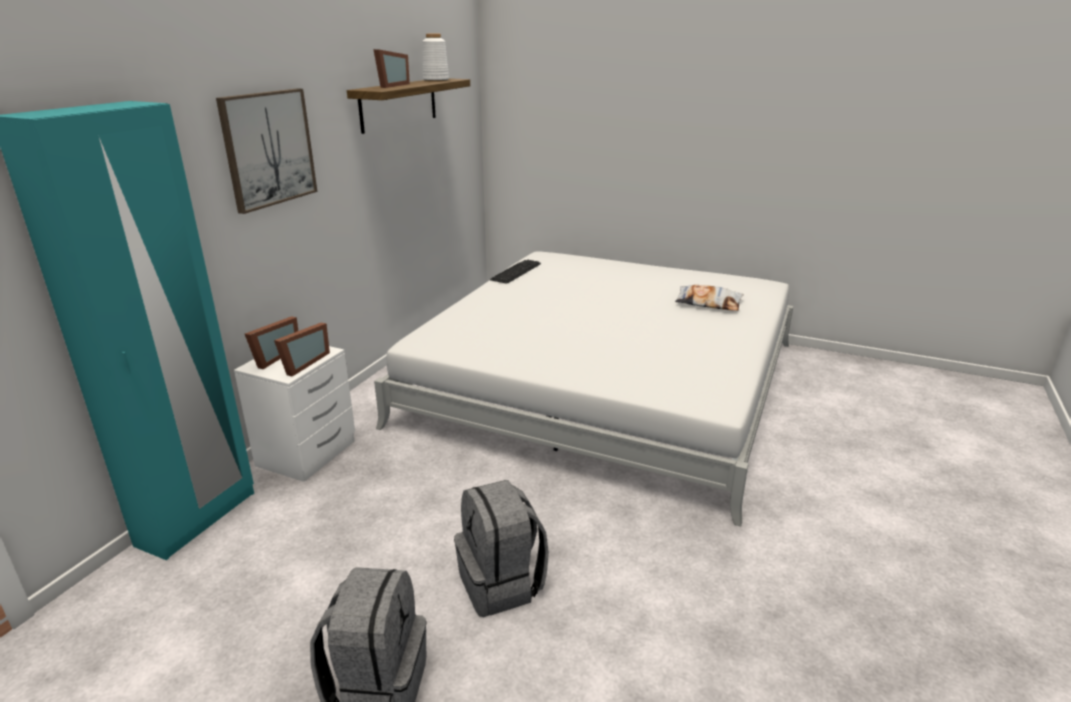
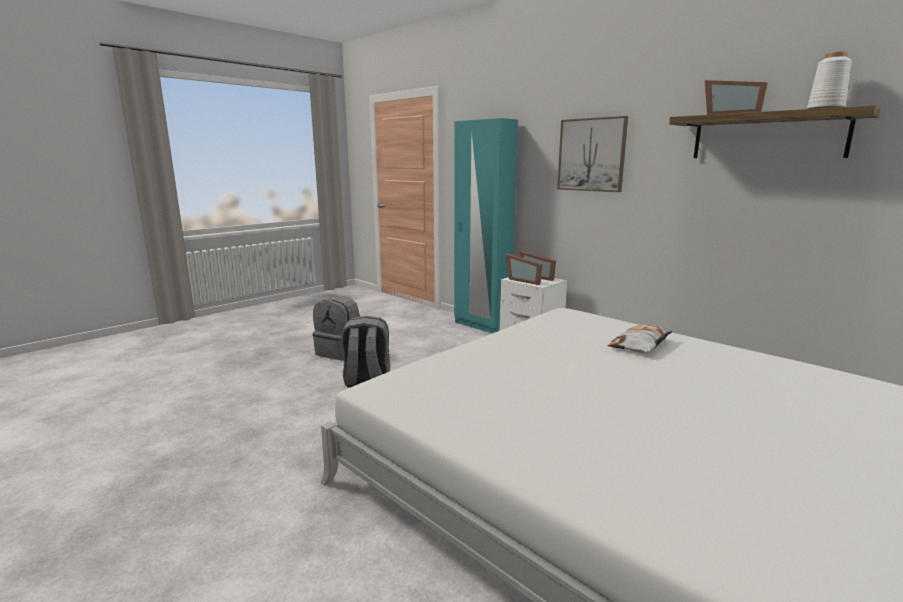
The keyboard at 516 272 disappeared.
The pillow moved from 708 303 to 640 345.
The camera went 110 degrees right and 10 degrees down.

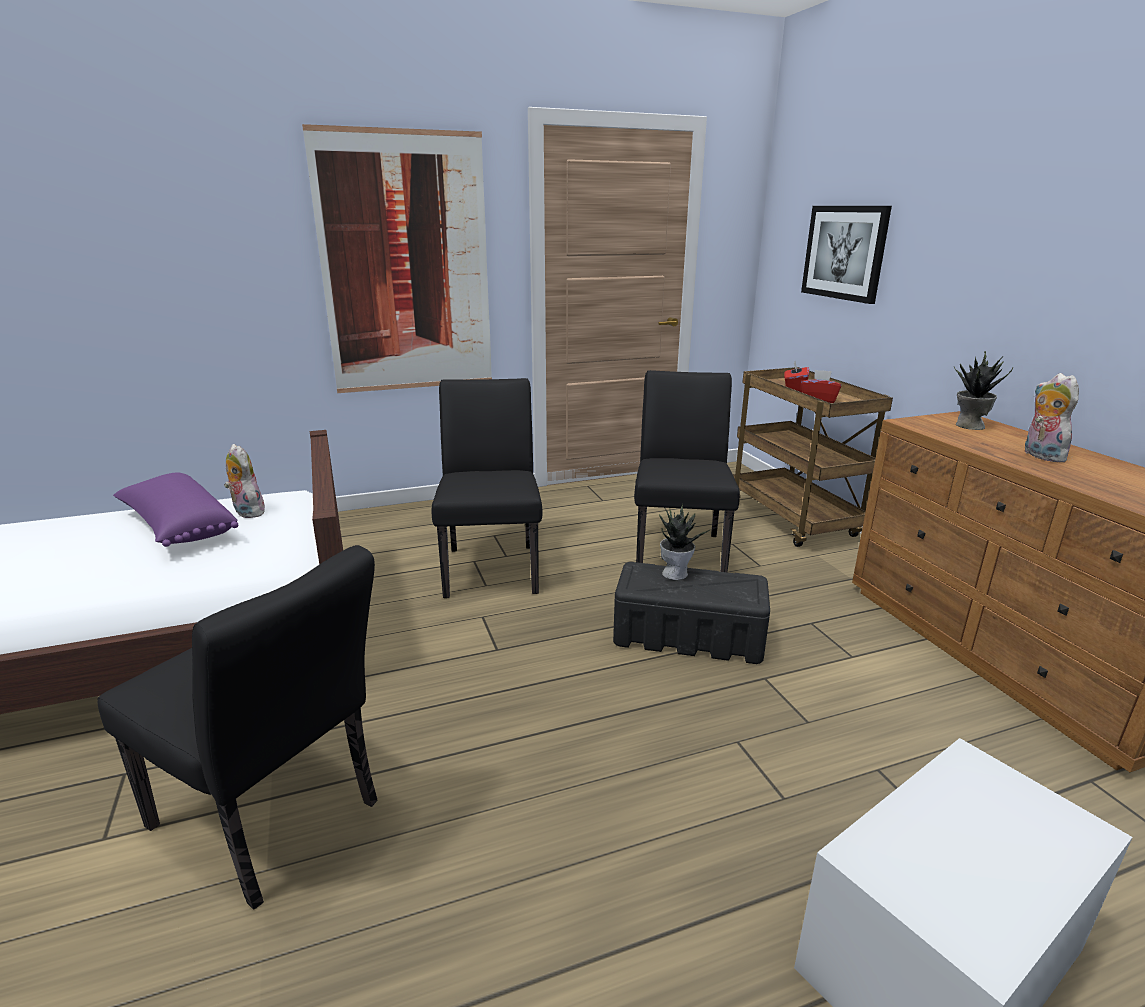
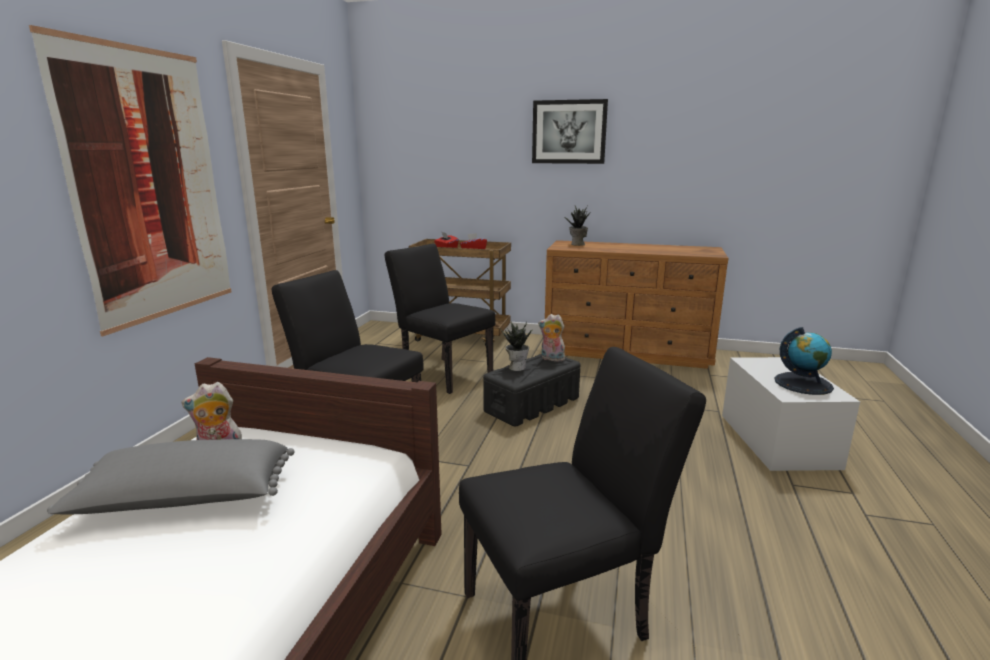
The purple pillow at 178 527 became the grey pillow at 185 501.
The picture moved from 844 252 to 569 132.
The plush toy moved from 1039 455 to 551 359.
The globe at 803 383 appeared.
The camera went 55 degrees left and 5 degrees down.

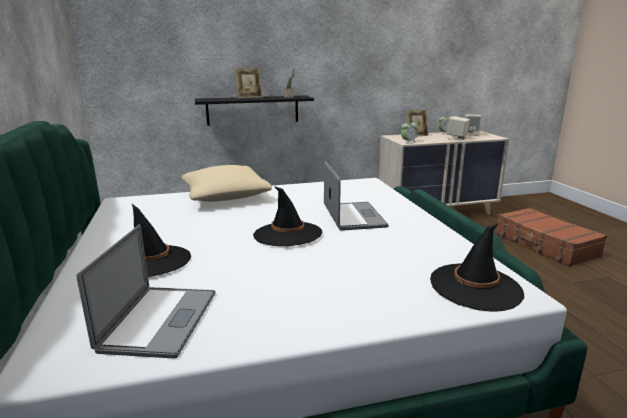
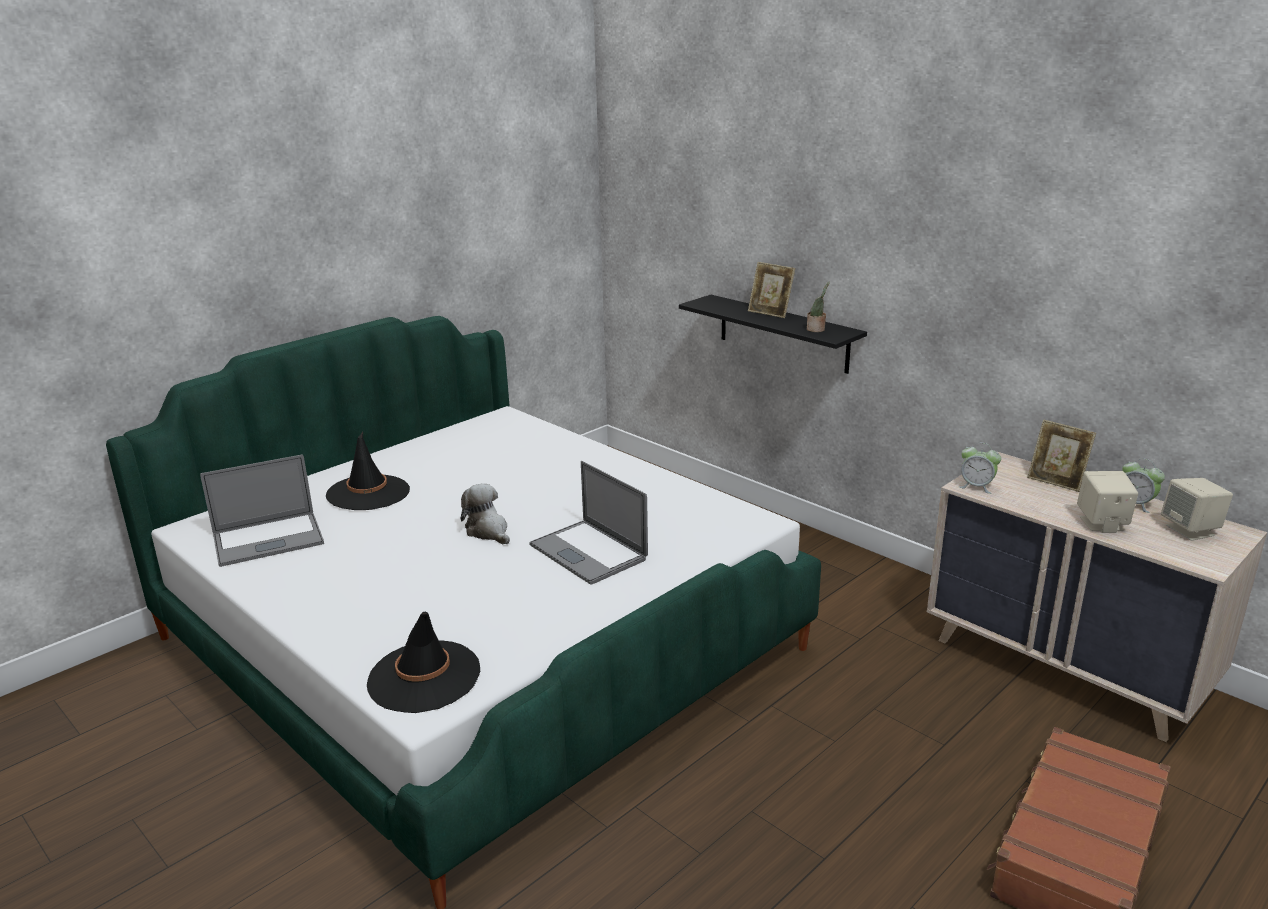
The beige pillow at 225 196 disappeared.
The black hat at 287 234 was replaced by the plush toy at 488 531.
The laptop at 353 216 turned 90 degrees clockwise.
The camera went 60 degrees right and 5 degrees up.

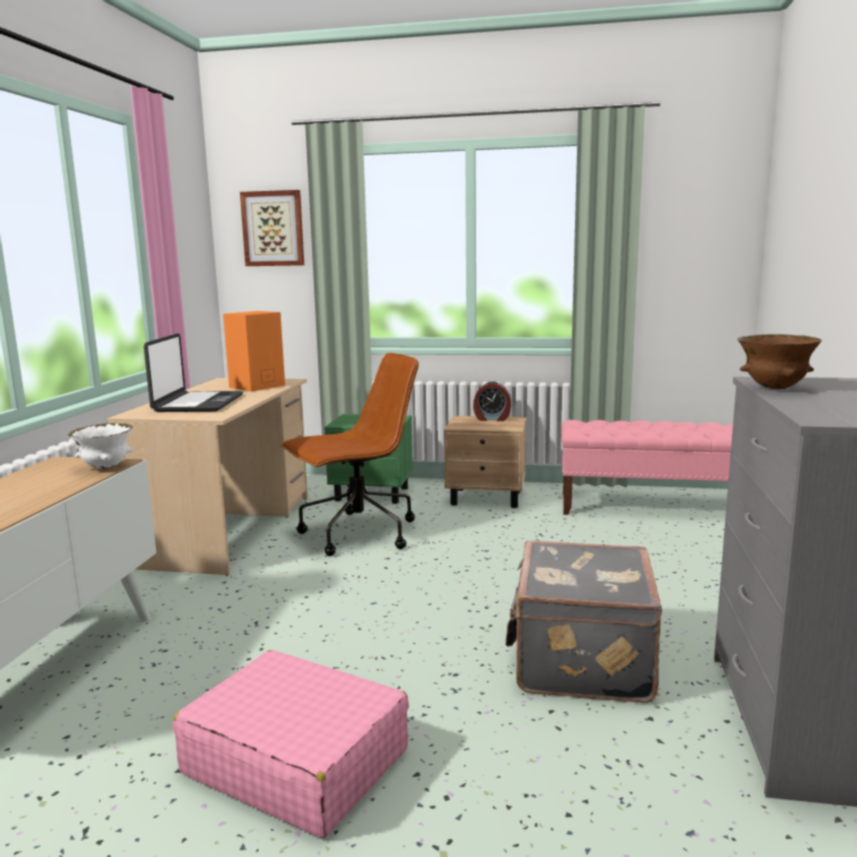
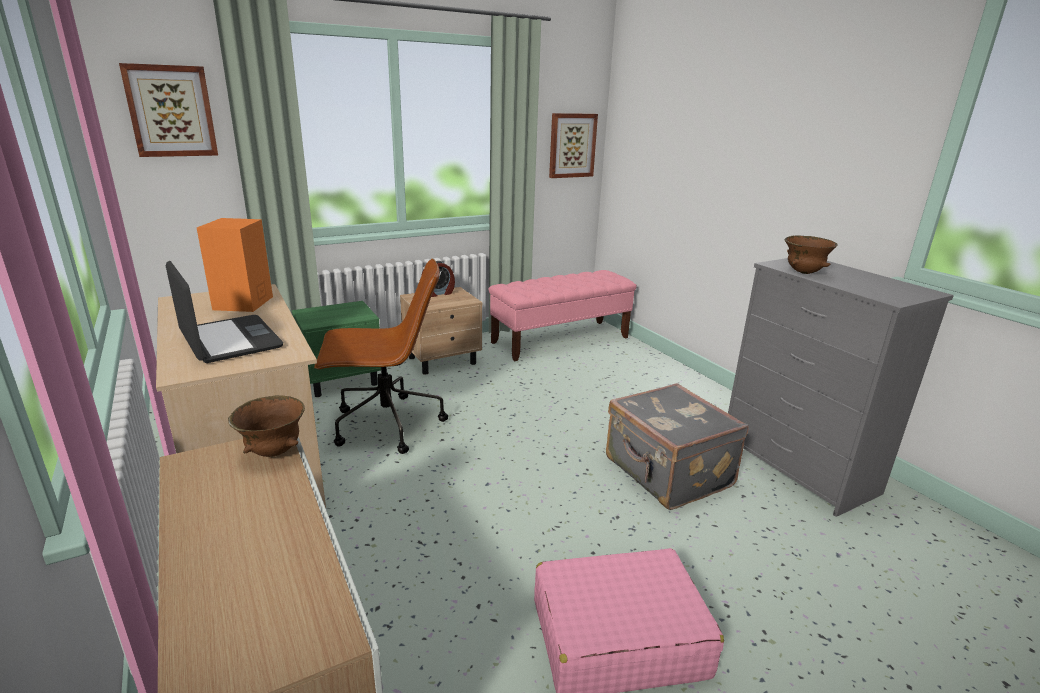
The white bowl at 106 467 became the brown bowl at 273 452.
The brown office chair at 357 534 turned 60 degrees clockwise.
The picture at 572 145 appeared.
The camera went 40 degrees left and 10 degrees up.

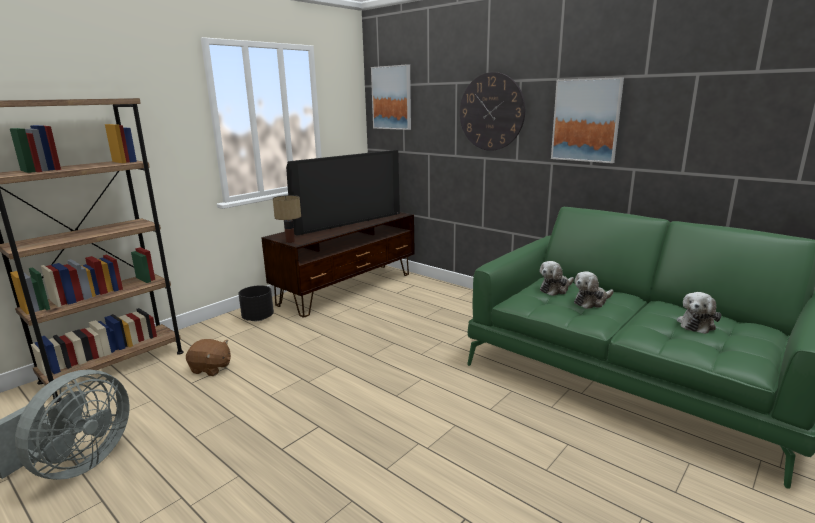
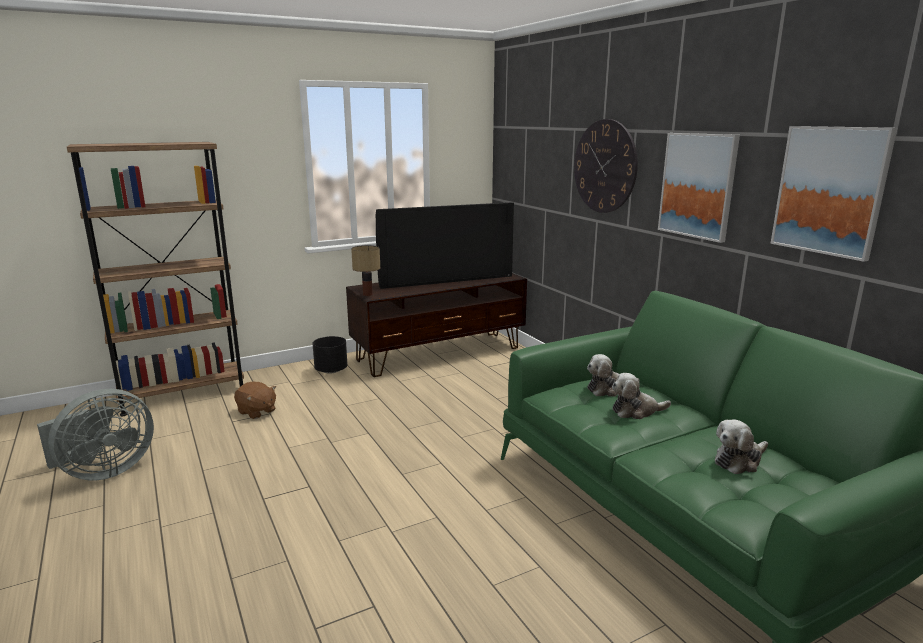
The picture moved from 392 98 to 830 190.
The camera went 20 degrees right and 0 degrees up.

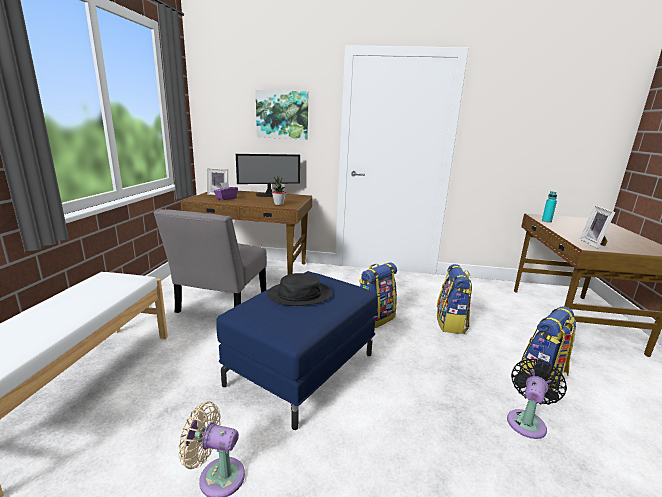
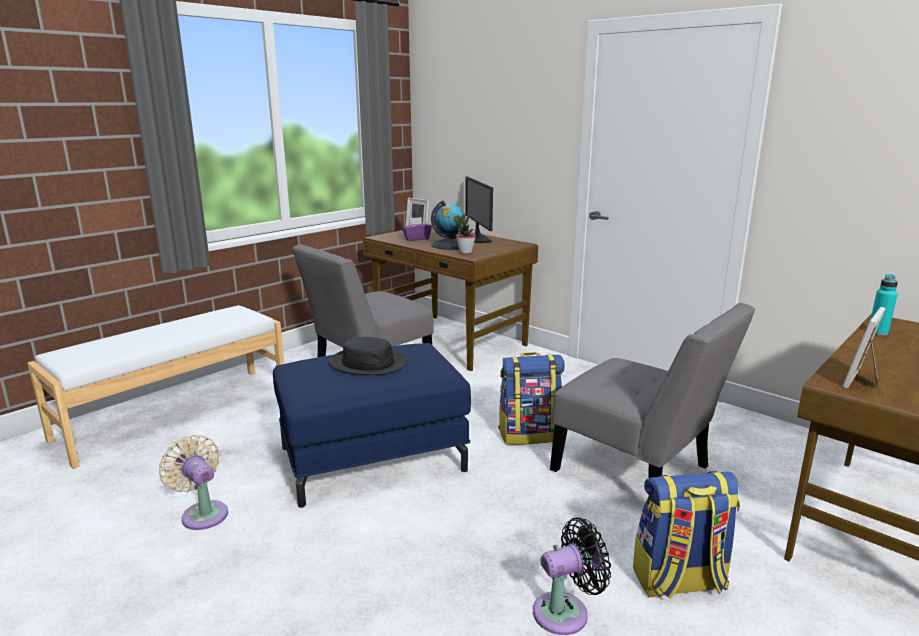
The monitor at 269 195 turned 60 degrees clockwise.
The picture at 282 115 disappeared.
The backpack at 451 323 was replaced by the grey chair at 638 472.
The globe at 451 245 appeared.
The camera went 35 degrees right and 0 degrees up.

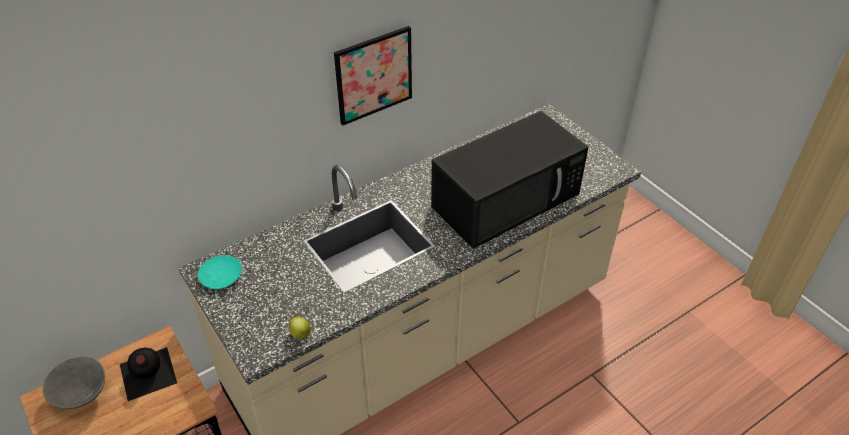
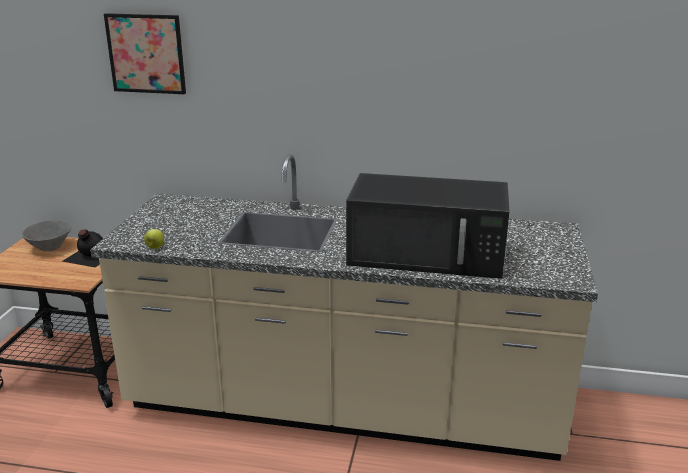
The turquoise plate at 220 276 disappeared.
The picture moved from 374 75 to 146 54.
The camera went 45 degrees right and 20 degrees down.

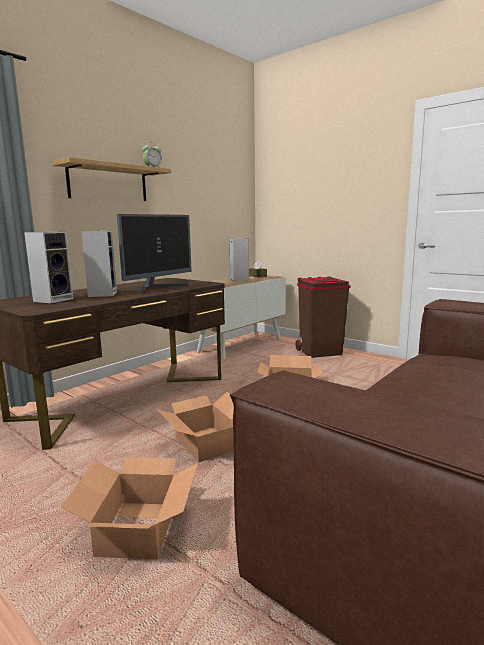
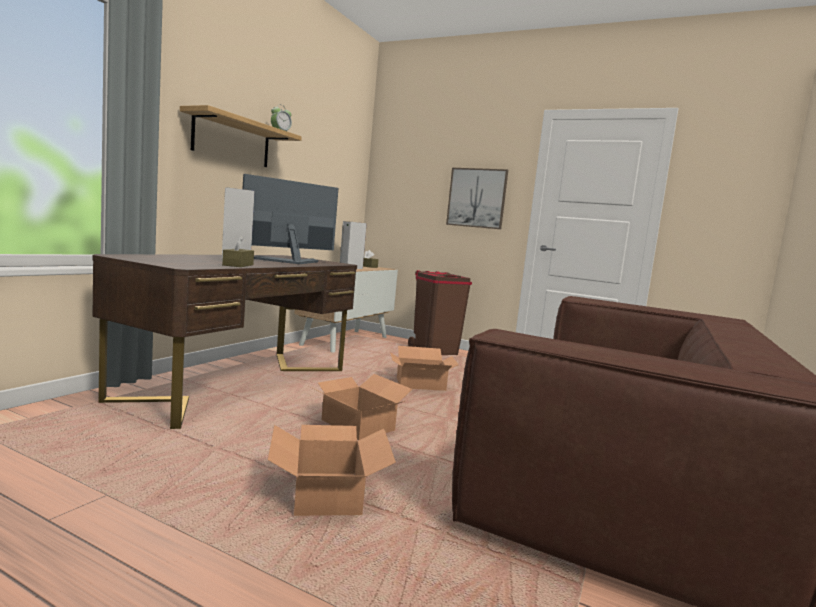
The speaker at 54 300 disappeared.
The monitor at 158 288 turned 150 degrees counterclockwise.
The brown tissue box at 238 265 appeared.
The picture at 477 198 appeared.
The camera went 15 degrees left and 5 degrees down.

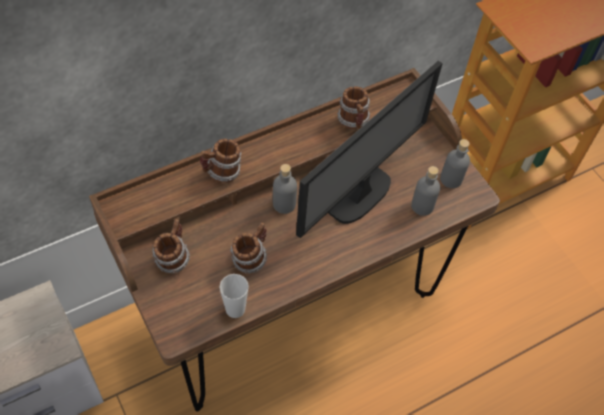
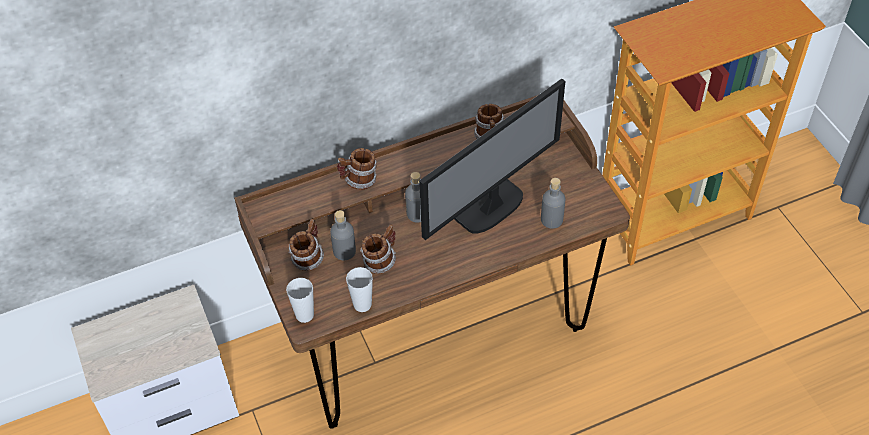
The grey bottle moved from 451 179 to 344 251.
The cup at 304 315 appeared.
The camera went 10 degrees right and 5 degrees down.

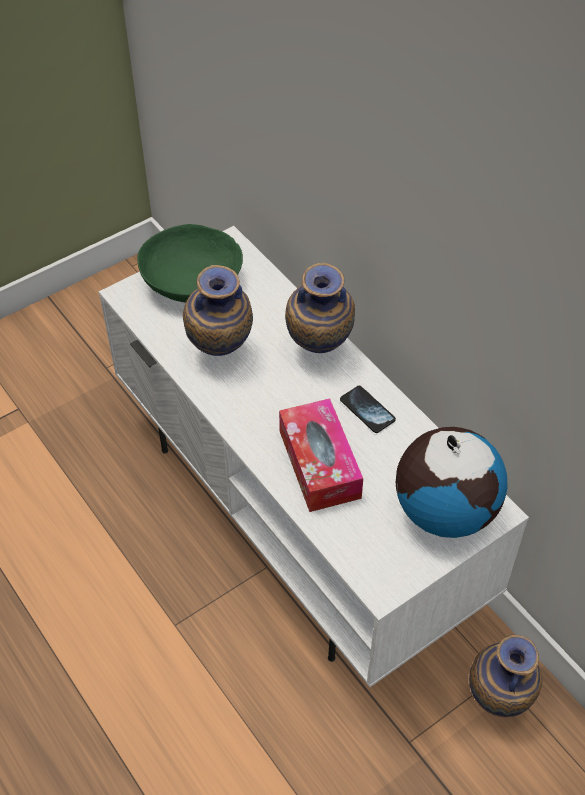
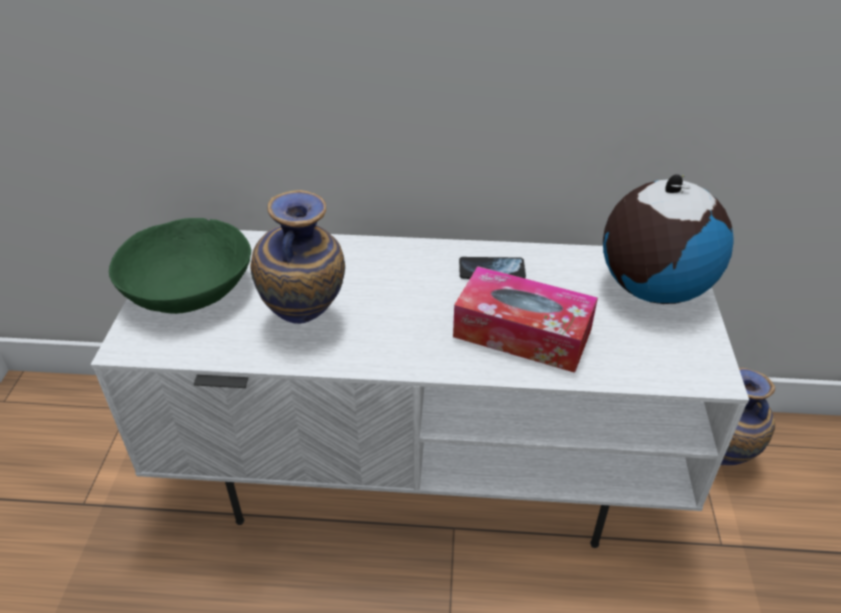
The vase at 318 351 disappeared.
The camera went 50 degrees left and 10 degrees down.

